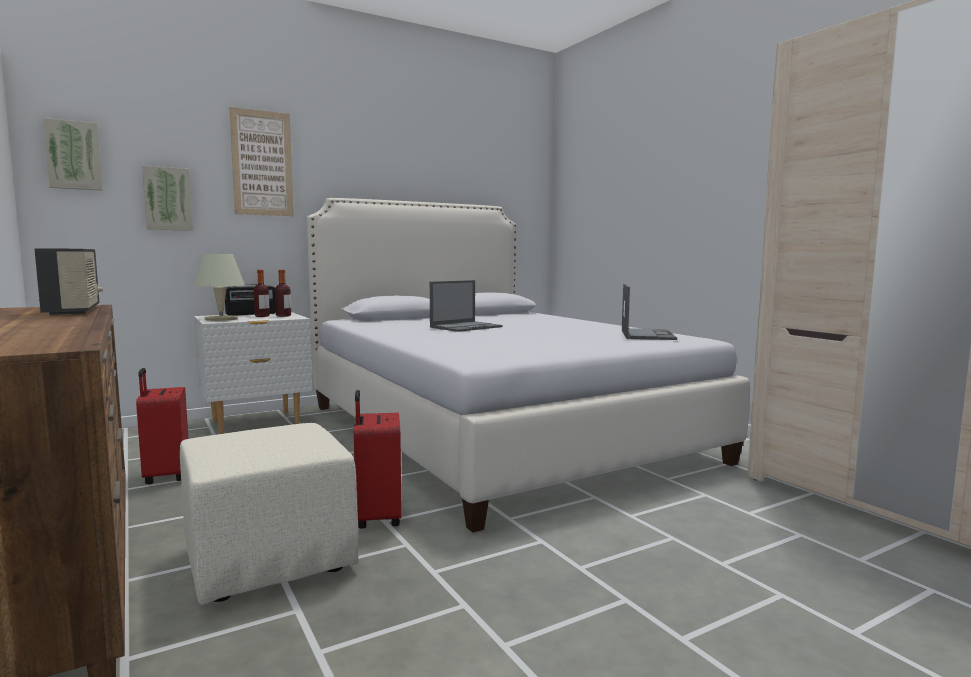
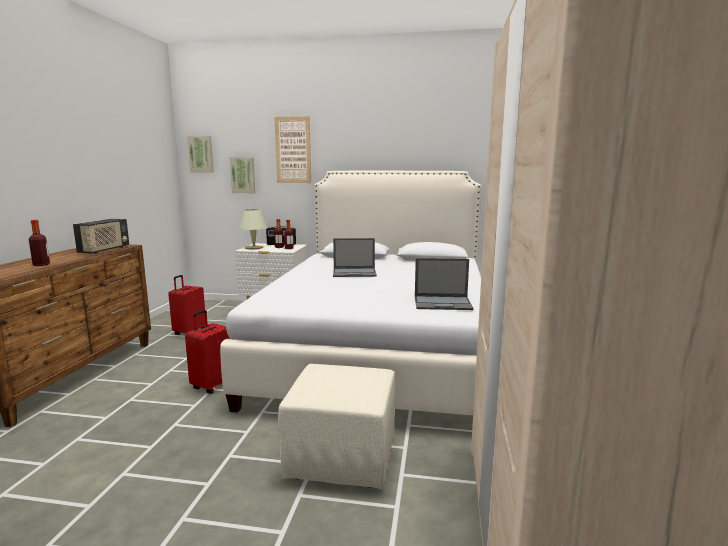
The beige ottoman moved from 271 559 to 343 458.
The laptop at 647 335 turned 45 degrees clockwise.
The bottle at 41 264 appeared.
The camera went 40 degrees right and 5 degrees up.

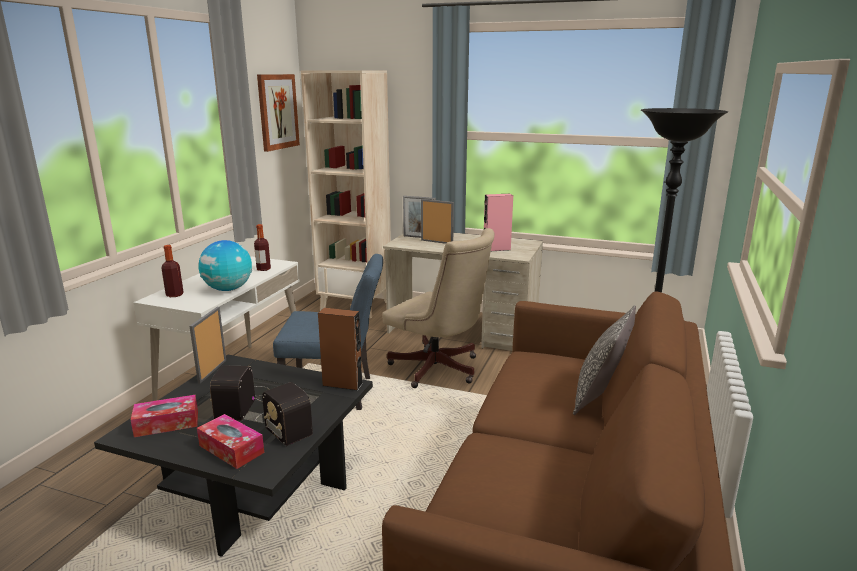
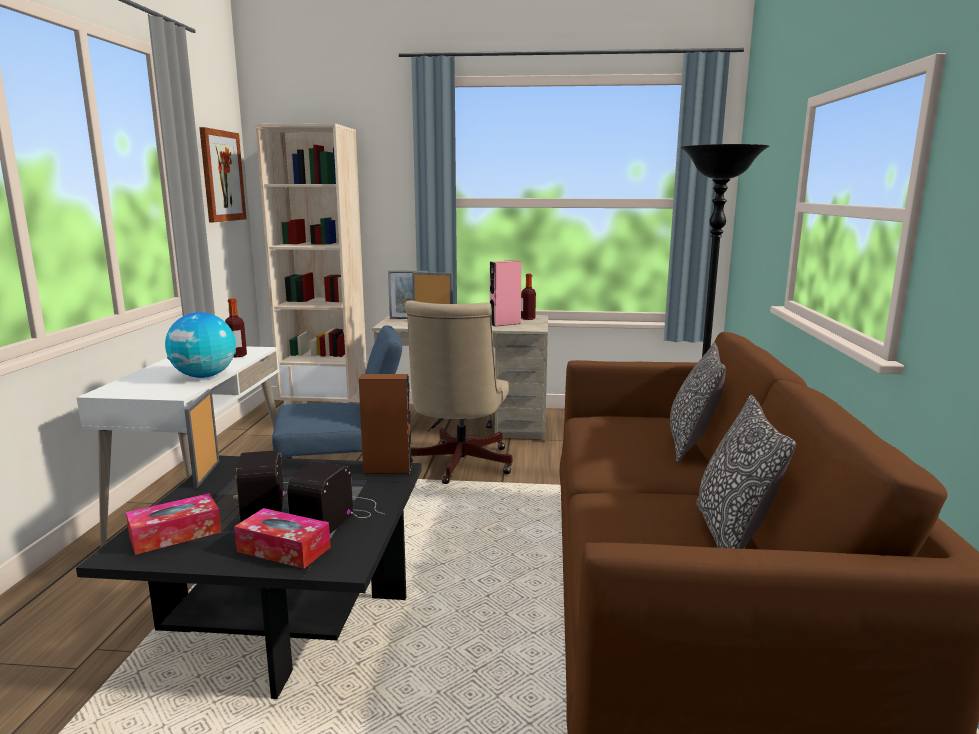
The bottle moved from 174 295 to 528 318.
The radio at 284 423 turned 75 degrees clockwise.
The beige office chair at 439 370 turned 75 degrees clockwise.
The pillow at 731 537 appeared.
The camera went 15 degrees left and 5 degrees down.

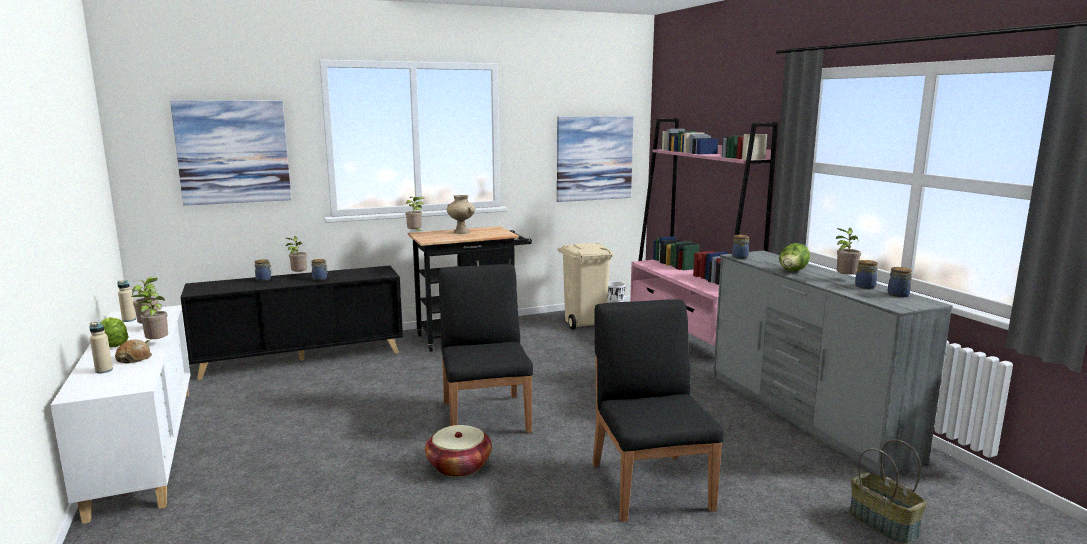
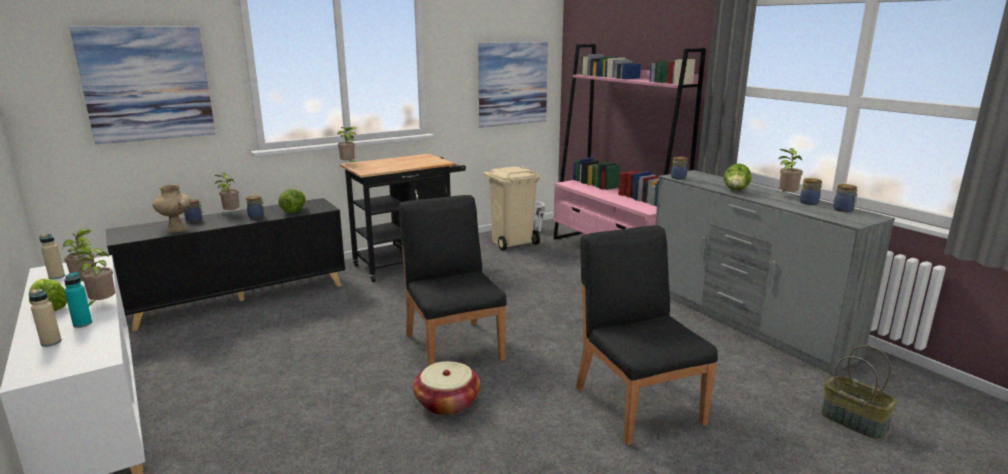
The bread at 134 358 was replaced by the turquoise bottle at 82 324.
The beige vase moved from 462 232 to 177 229.
The lettuce at 294 211 appeared.
The camera went 10 degrees left and 5 degrees up.

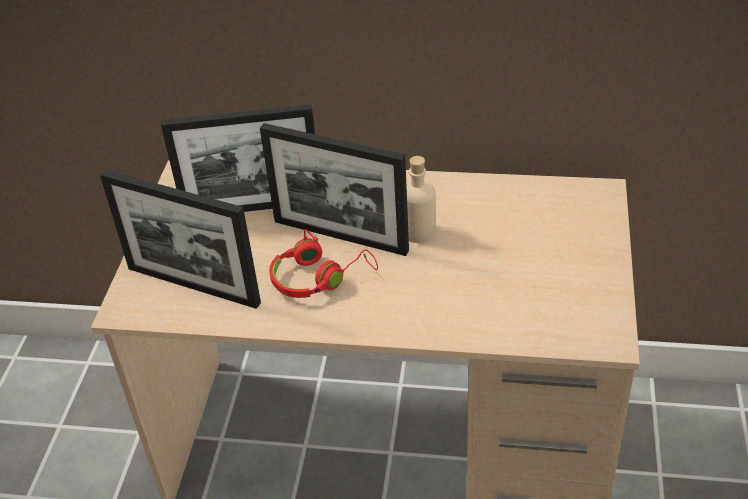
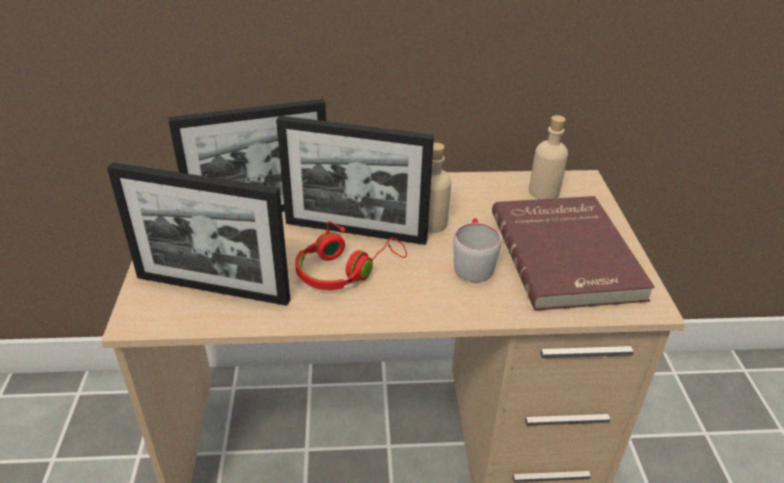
The grey mug at 472 263 appeared.
The red book at 568 255 appeared.
The beige bottle at 544 192 appeared.
The camera went 15 degrees left and 5 degrees down.

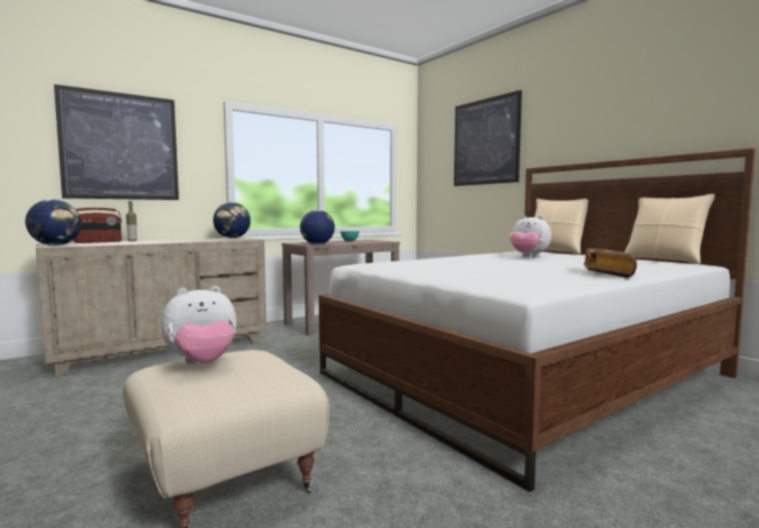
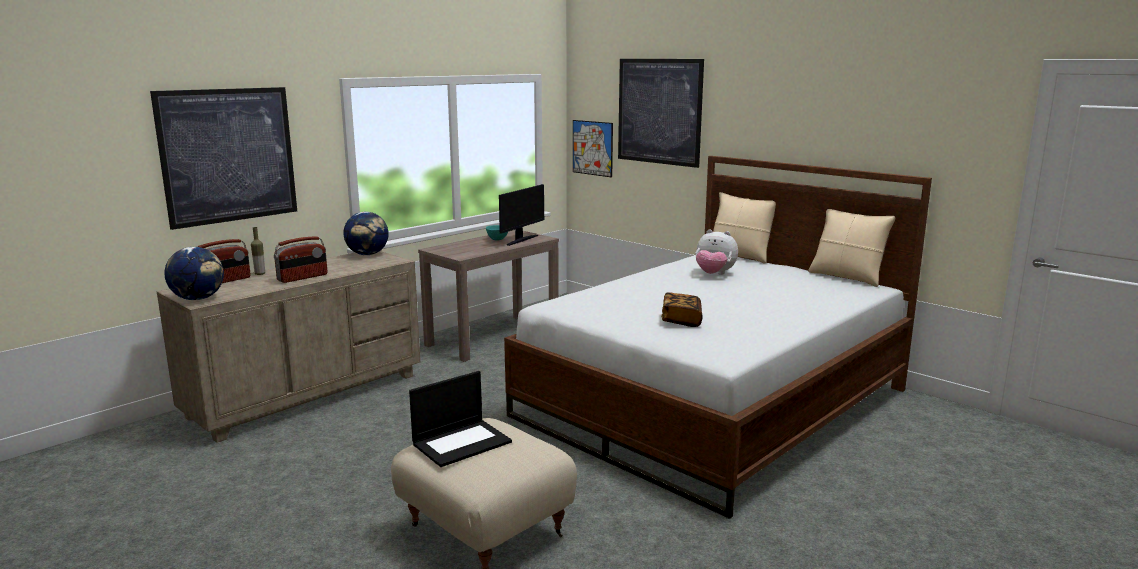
The plush toy at 203 363 was replaced by the laptop at 462 442.
The globe at 317 244 disappeared.
The book moved from 607 274 to 681 320.
The radio at 303 277 appeared.
The monitor at 521 240 appeared.
The picture at 592 148 appeared.
The camera went 10 degrees left and 10 degrees up.

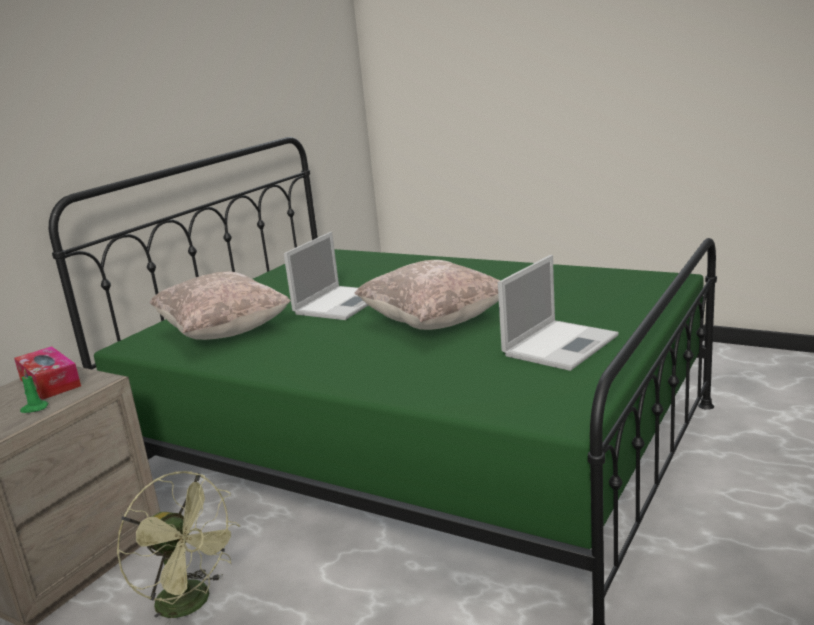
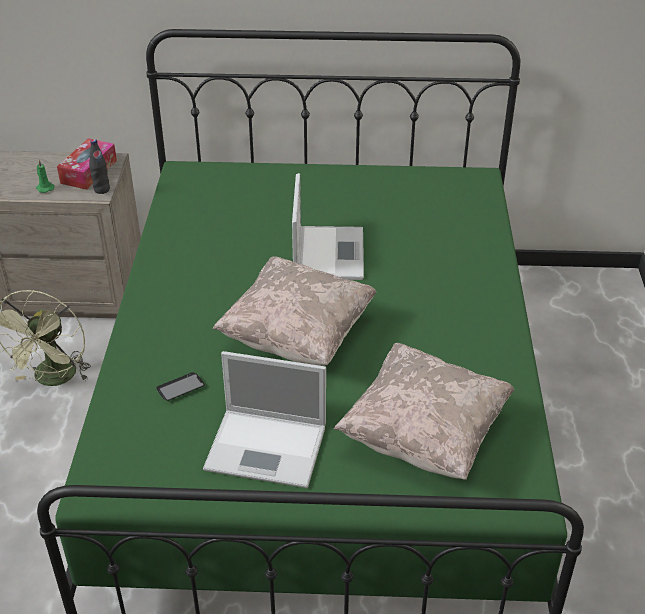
The beige pillow moved from 223 332 to 424 435.
The laptop at 341 303 turned 90 degrees counterclockwise.
The black bottle at 102 190 appeared.
The phone at 180 387 appeared.
The camera went 60 degrees right and 20 degrees up.

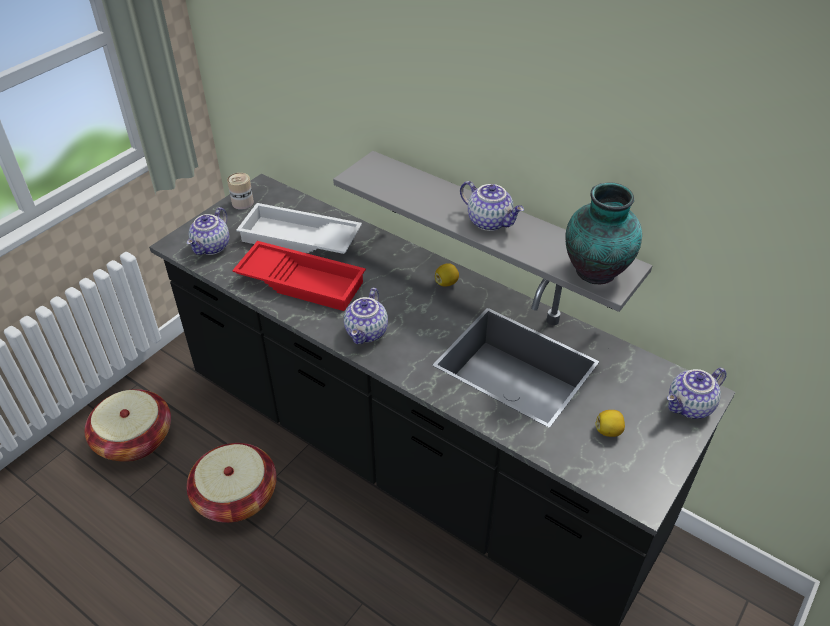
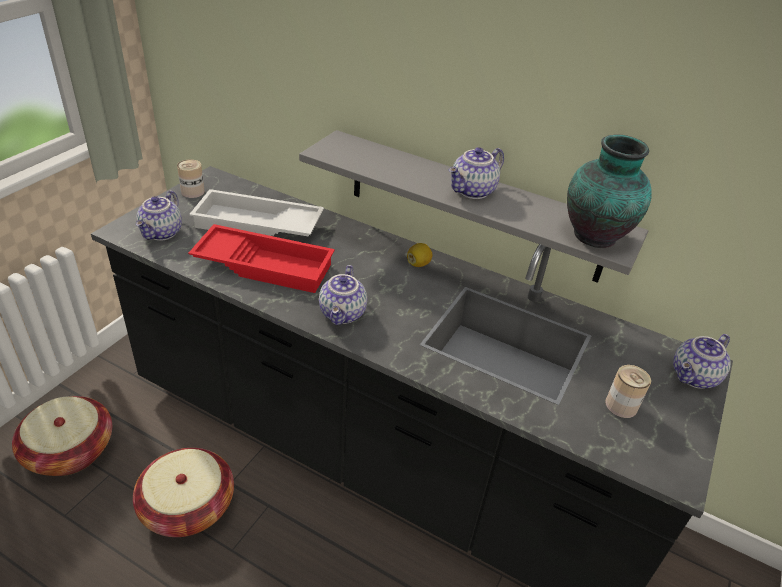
The teapot at 490 221 turned 105 degrees clockwise.
The lemon at 608 431 was replaced by the can at 621 405.
The camera went 10 degrees left and 5 degrees down.

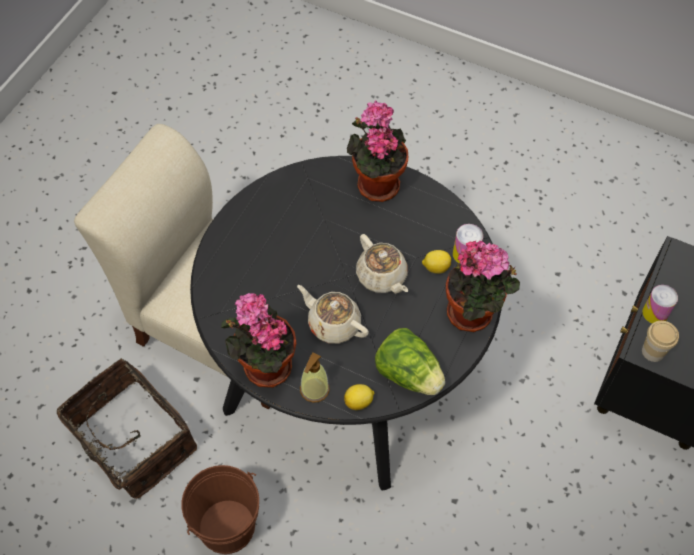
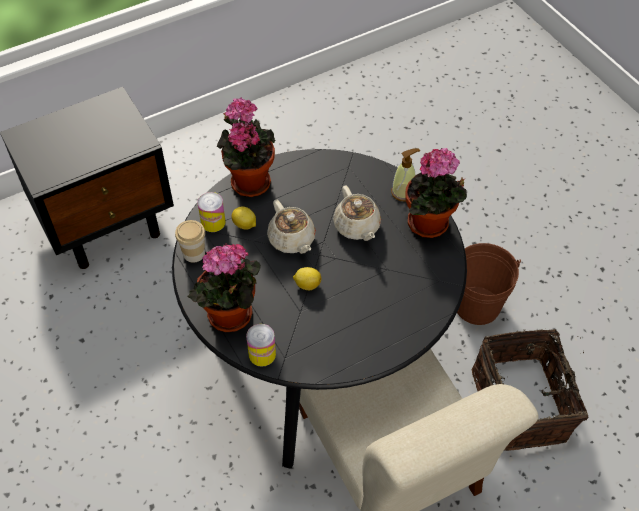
The lemon moved from 359 402 to 307 284.
The beige teapot at 382 277 turned 150 degrees clockwise.
The lettuce at 408 374 disappeared.
The can moved from 655 313 to 262 354.
The cup moved from 653 351 to 194 253.
The camera went 145 degrees left and 5 degrees down.

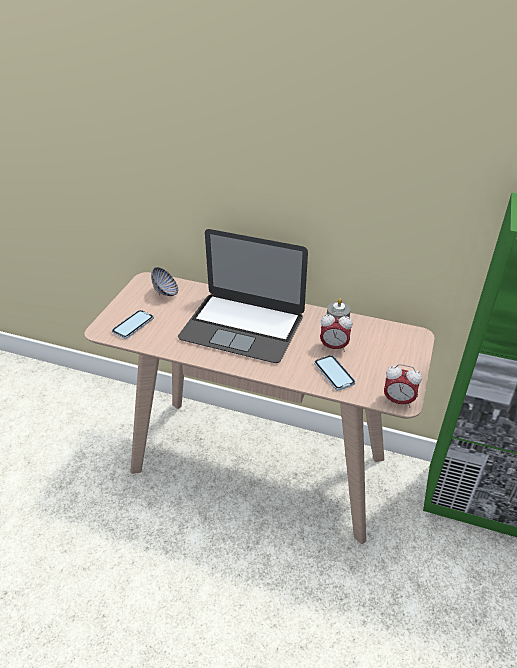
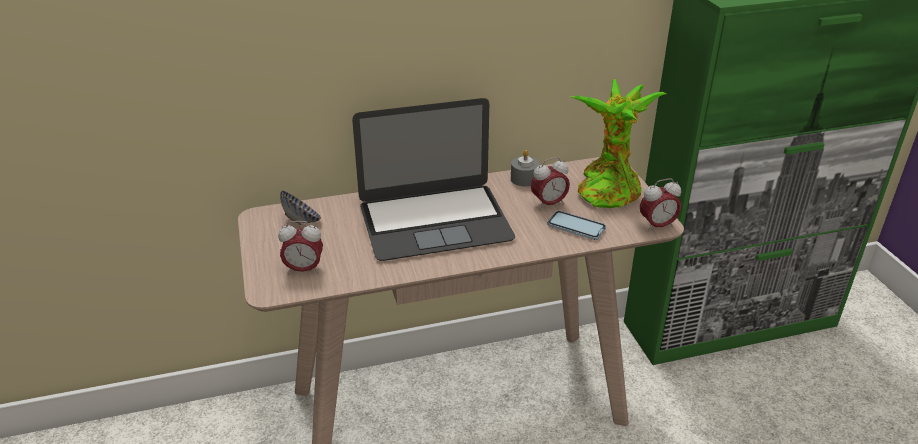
The phone at 133 325 was replaced by the alarm clock at 304 270.
The potted plant at 608 188 appeared.
The camera went 35 degrees left and 5 degrees down.

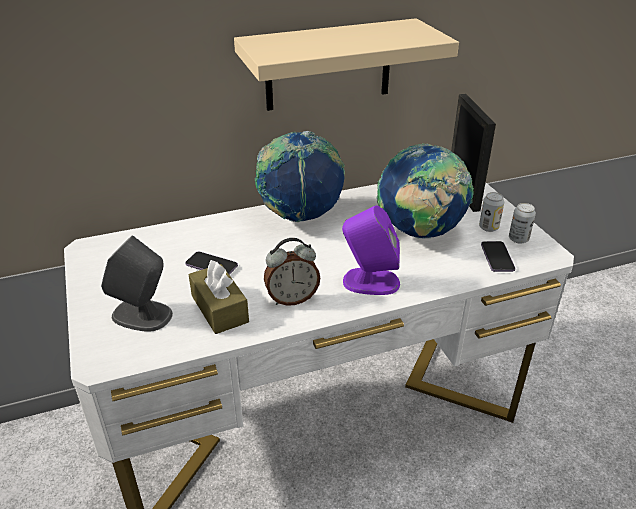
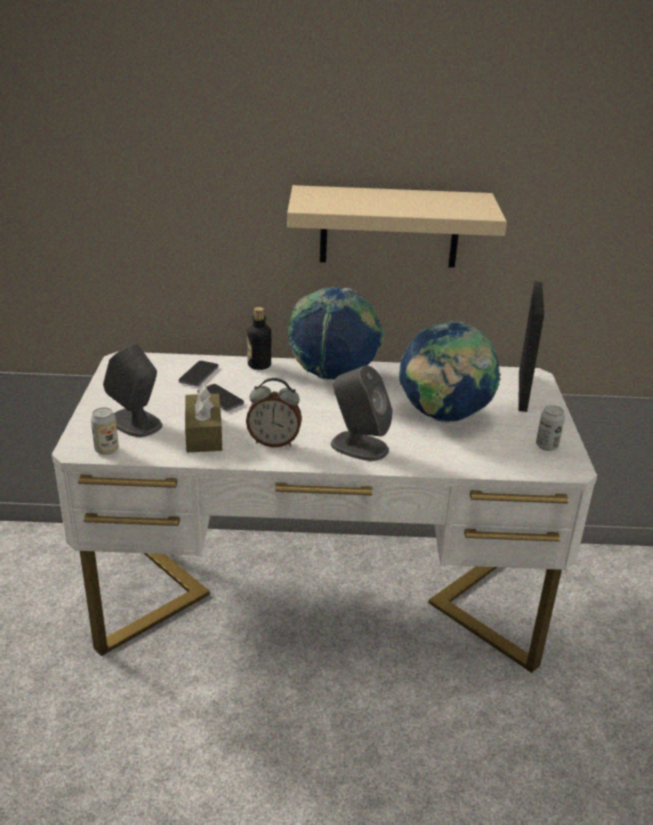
The purple speaker at 370 282 became the grey speaker at 358 446.
The can moved from 488 227 to 106 450.
The phone moved from 497 258 to 199 375.
The bottle at 259 365 appeared.
The camera went 20 degrees right and 5 degrees down.

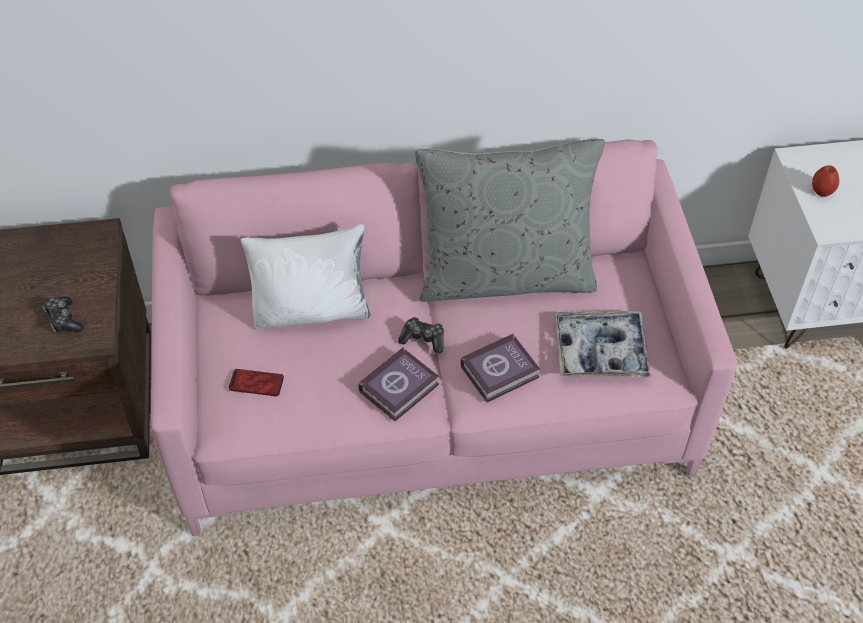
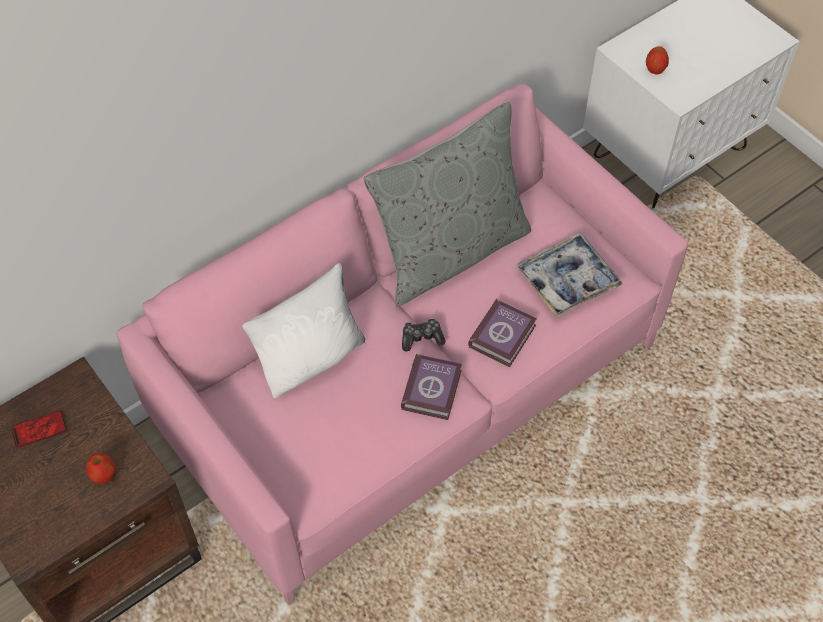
The game controller at 64 319 was replaced by the apple at 104 475.
The phone moved from 256 383 to 39 429.
The camera went 30 degrees left and 5 degrees up.

